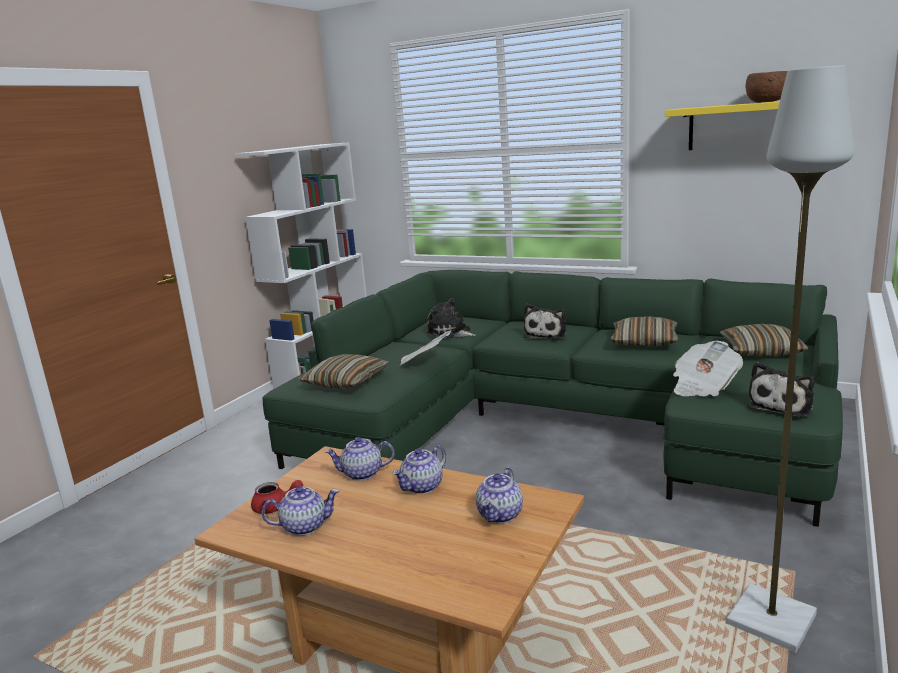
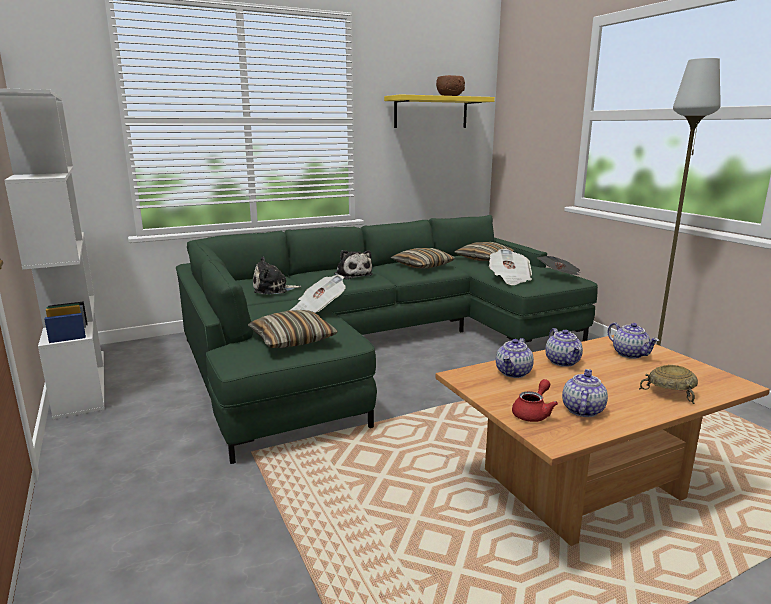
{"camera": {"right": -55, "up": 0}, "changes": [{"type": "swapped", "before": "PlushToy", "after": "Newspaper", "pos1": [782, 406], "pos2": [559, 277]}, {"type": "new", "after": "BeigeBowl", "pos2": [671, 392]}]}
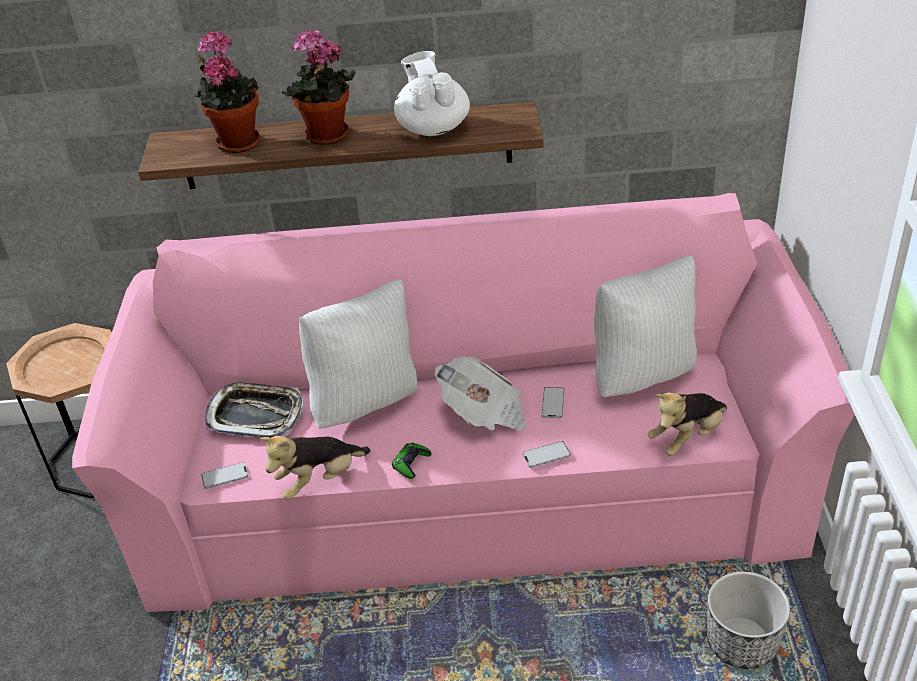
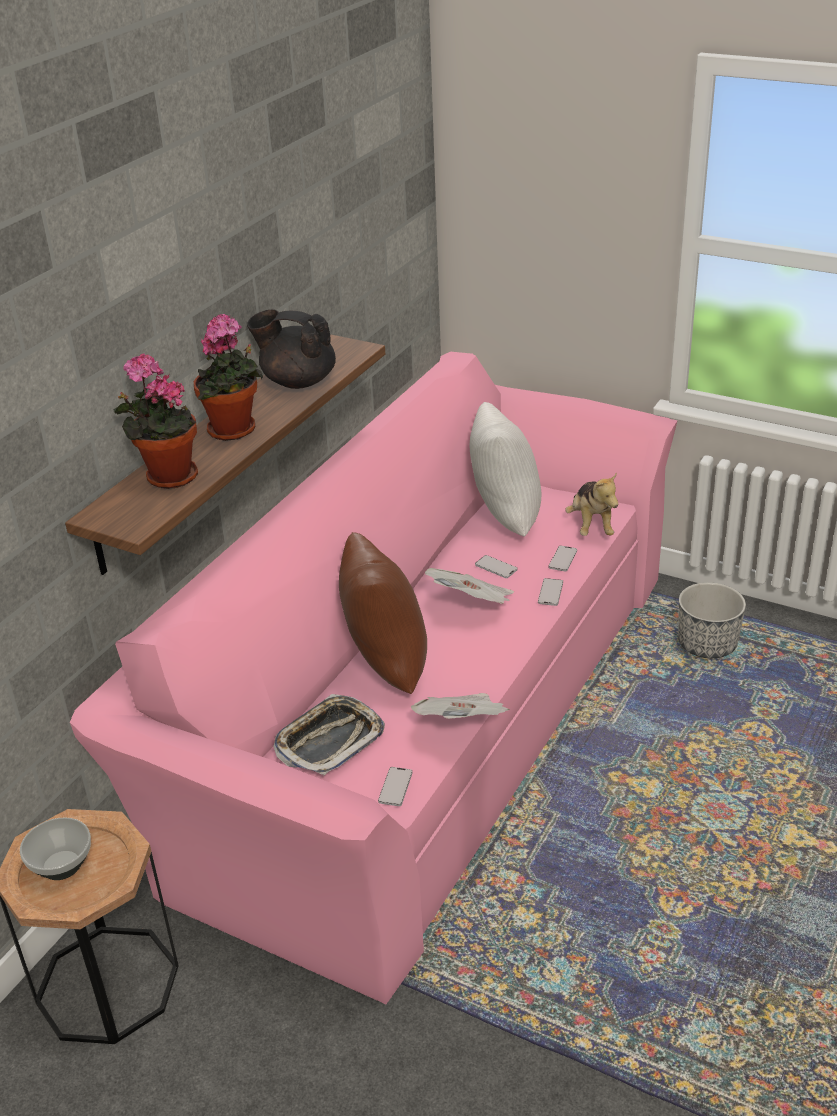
{"camera": {"right": -60, "up": -5}, "changes": [{"type": "swapped", "before": "PlushToy", "after": "Newspaper", "pos1": [319, 480], "pos2": [462, 725]}, {"type": "repainted", "before": "WhitePillow", "after": "BrownPillow", "pos1": [366, 401], "pos2": [384, 665]}, {"type": "gone", "before": "GreenGameController", "pos1": [411, 463]}, {"type": "repainted", "before": "WhiteTeapot", "after": "BlackTeapot", "pos1": [433, 128], "pos2": [297, 381]}, {"type": "new", "after": "Bowl", "pos2": [63, 865]}, {"type": "new", "after": "Phone", "pos2": [562, 559]}]}
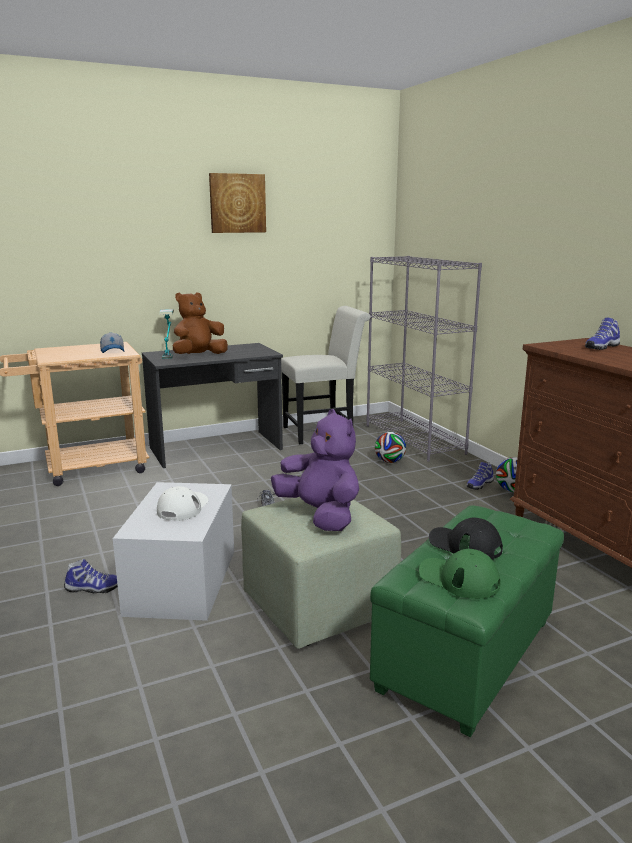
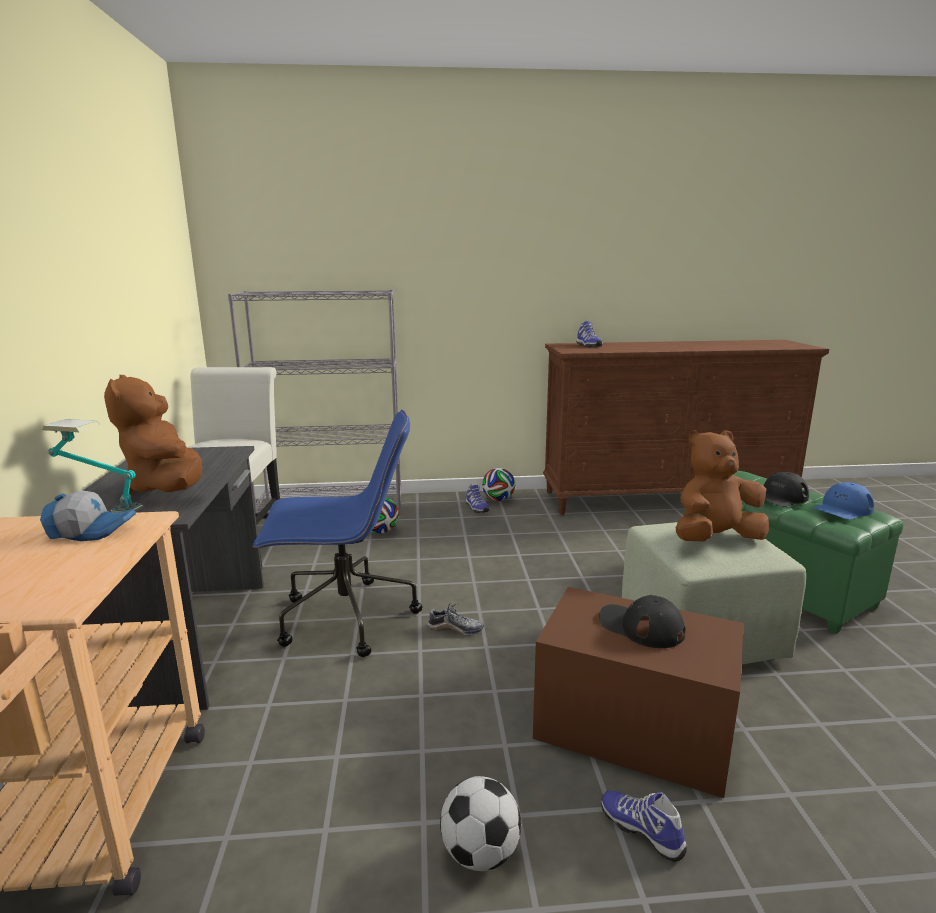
{"camera": {"right": -70, "up": 0}, "changes": [{"type": "rotated", "before": "Shoe", "pos1": [92, 589], "pos2": [643, 829], "turn": -60}, {"type": "repainted", "before": "WhiteStorageBox", "after": "BrownStorageBox", "pos1": [182, 581], "pos2": [634, 727]}, {"type": "repainted", "before": "WhiteCap", "after": "BlackCap", "pos1": [183, 507], "pos2": [640, 627]}, {"type": "gone", "before": "Picture", "pos1": [237, 203]}, {"type": "repainted", "before": "PurplePlushToy", "after": "BrownPlushToy", "pos1": [320, 515], "pos2": [715, 539]}, {"type": "repainted", "before": "GreenCap", "after": "BlueCap", "pos1": [458, 579], "pos2": [842, 509]}, {"type": "new", "after": "BlueOfficeChair", "pos2": [344, 618]}, {"type": "new", "after": "Football", "pos2": [479, 853]}]}
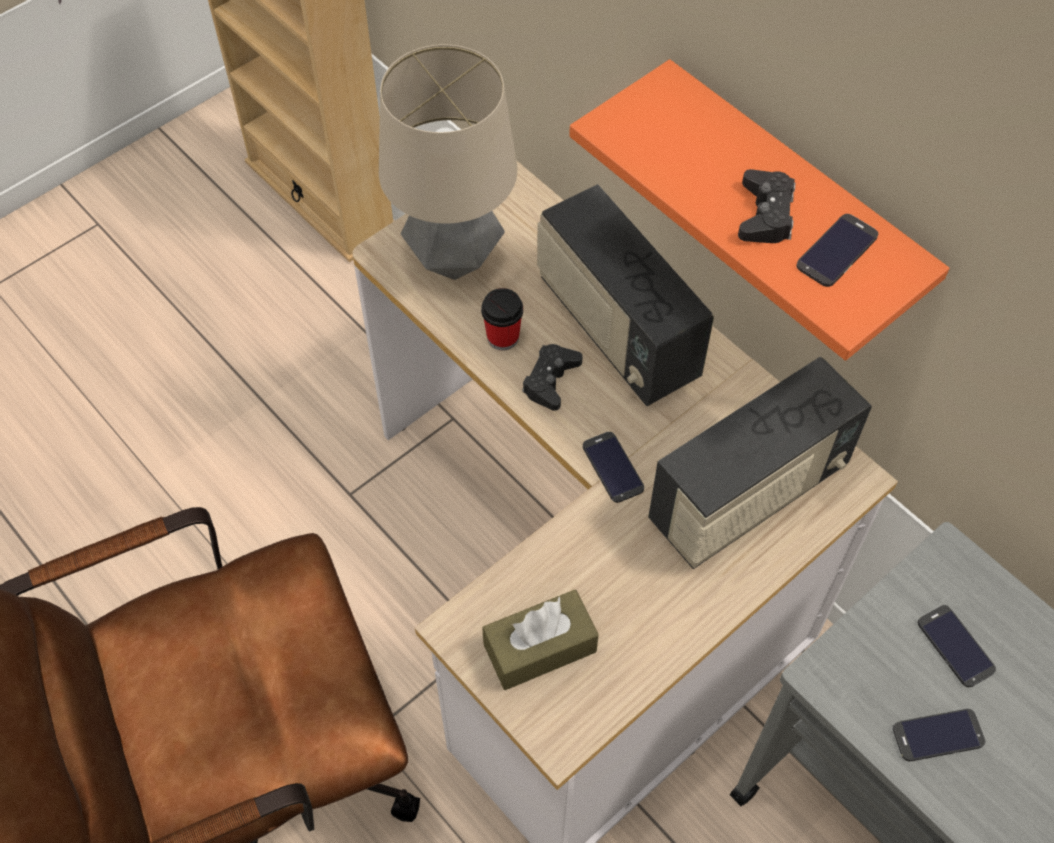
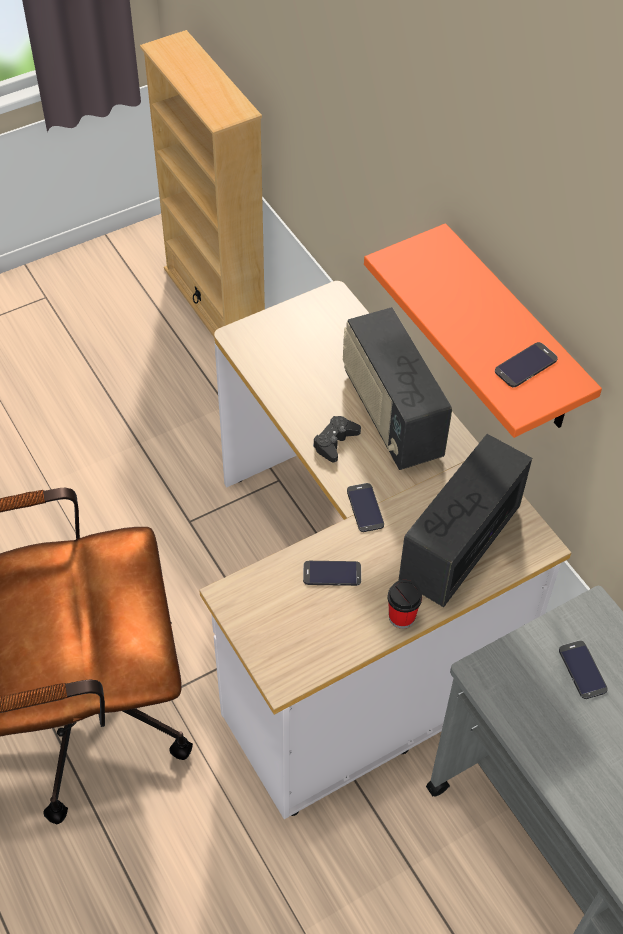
{"camera": {"right": 10, "up": -5}, "changes": [{"type": "gone", "before": "TableLamp", "pos1": [454, 258]}, {"type": "shifted", "before": "Cup", "pos1": [503, 337], "pos2": [401, 617]}, {"type": "gone", "before": "BrownTissueBox", "pos1": [540, 648]}, {"type": "rotated", "before": "Radio", "pos1": [749, 496], "pos2": [458, 544], "turn": 150}, {"type": "gone", "before": "BlackGameController", "pos1": [765, 214]}, {"type": "shifted", "before": "Phone", "pos1": [938, 735], "pos2": [332, 573]}]}
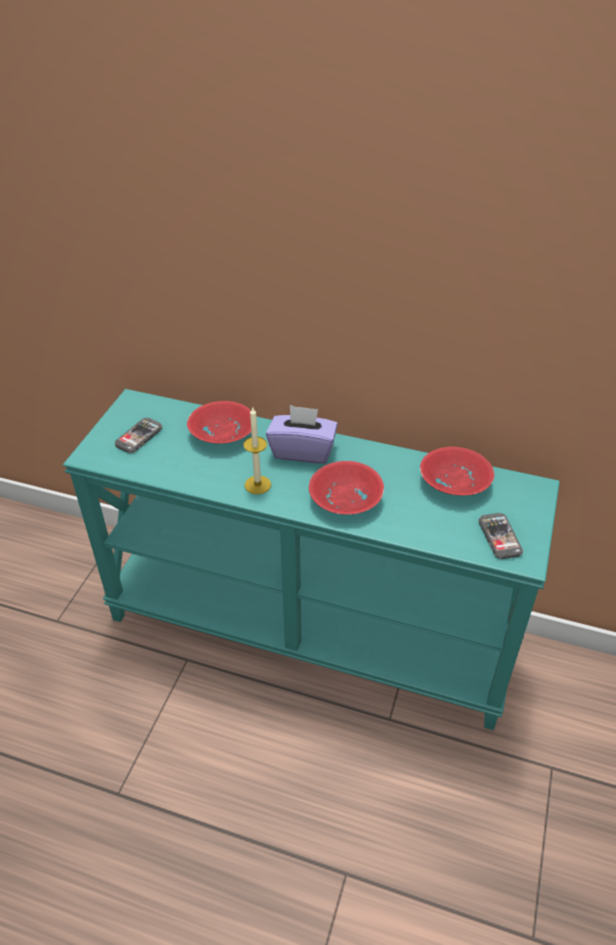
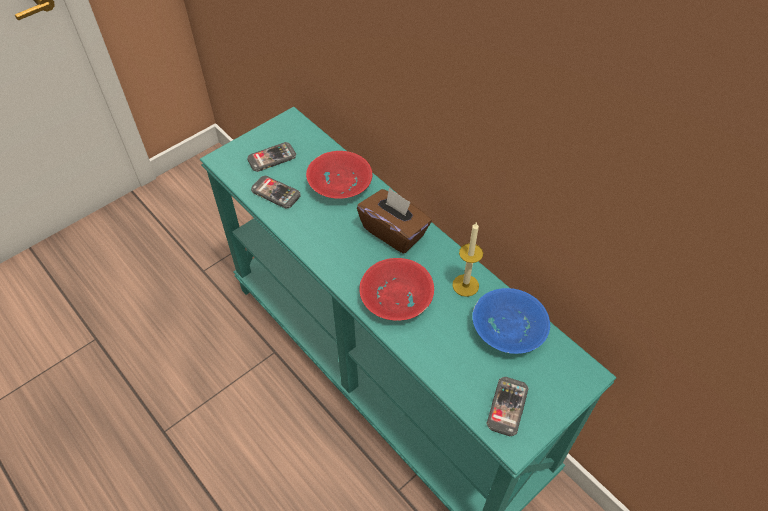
{"camera": {"right": 30, "up": 10}, "changes": [{"type": "shifted", "before": "Candle", "pos1": [257, 485], "pos2": [465, 285]}, {"type": "repainted", "before": "PurpleTissueBox", "after": "BrownTissueBox", "pos1": [302, 451], "pos2": [394, 232]}, {"type": "repainted", "before": "RedBowl", "after": "BlueBowl", "pos1": [452, 481], "pos2": [507, 327]}, {"type": "new", "after": "Phone", "pos2": [276, 193]}]}
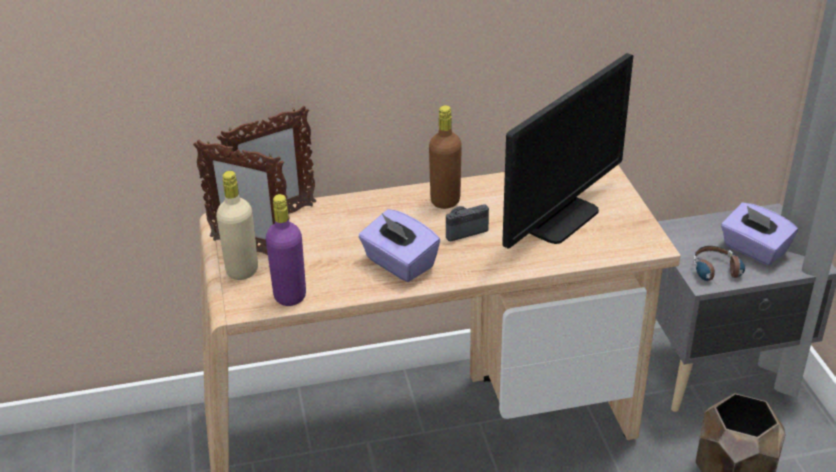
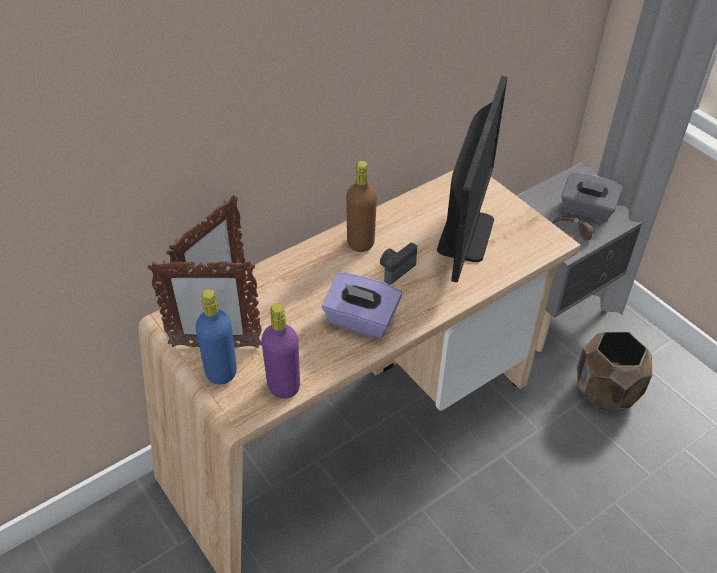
{"camera": {"right": -25, "up": 10}, "changes": [{"type": "repainted", "before": "BeigeBottle", "after": "BlueBottle", "pos1": [242, 271], "pos2": [221, 372]}, {"type": "repainted", "before": "PurpleTissueBox", "after": "GreyTissueBox", "pos1": [754, 250], "pos2": [586, 210]}]}
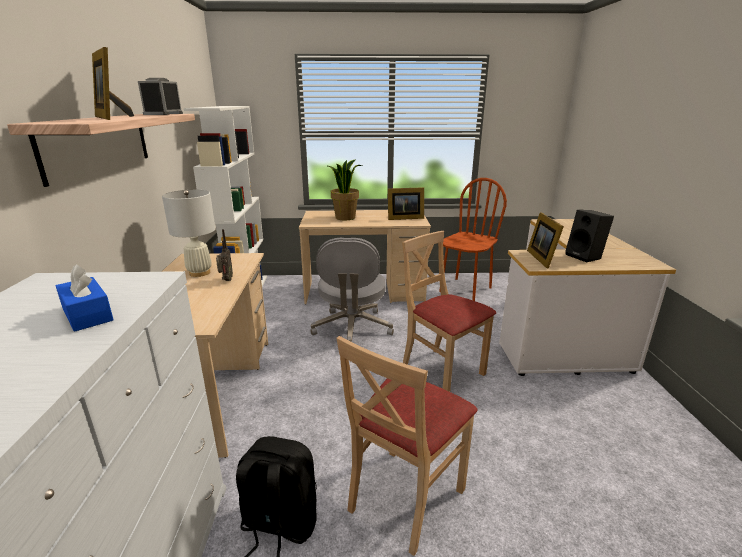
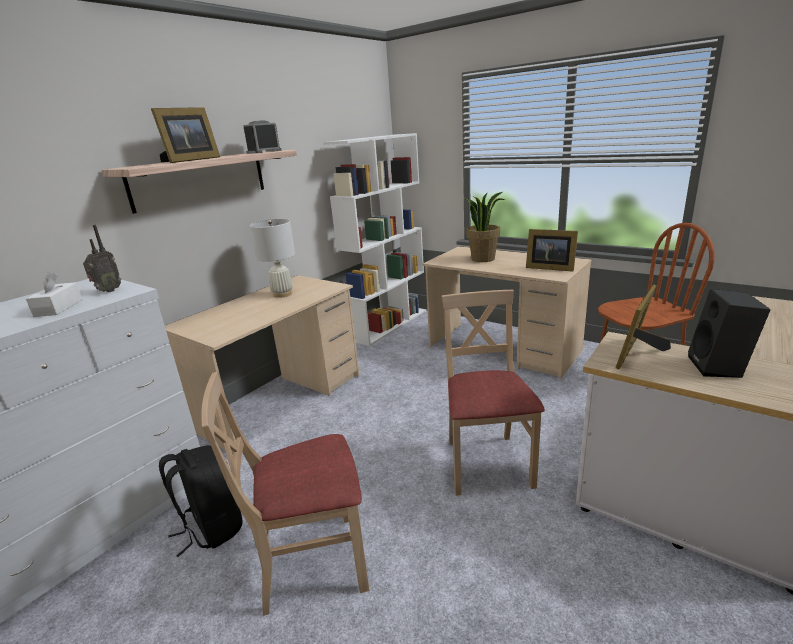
{"camera": {"right": 40, "up": 0}, "changes": [{"type": "repainted", "before": "BlueTissueBox", "after": "WhiteTissueBox", "pos1": [87, 314], "pos2": [58, 308]}, {"type": "rotated", "before": "PictureFrame", "pos1": [113, 118], "pos2": [189, 160], "turn": -150}, {"type": "shifted", "before": "Radio", "pos1": [226, 280], "pos2": [107, 291]}, {"type": "gone", "before": "GreyOfficeChair", "pos1": [352, 329]}]}
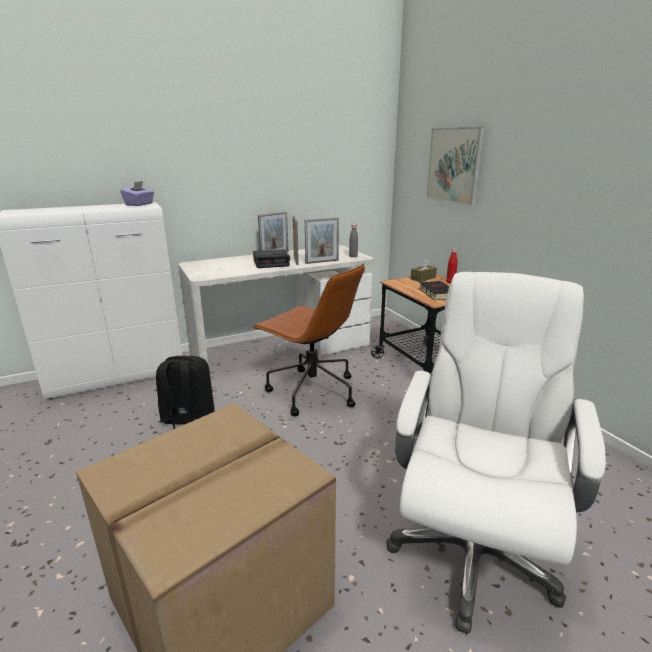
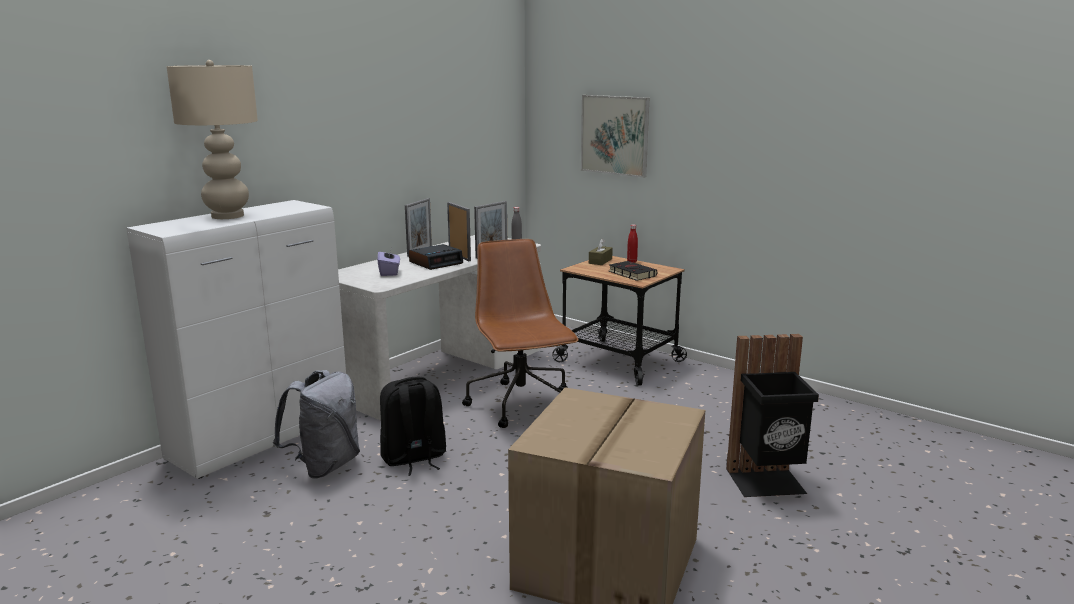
{"camera": {"right": -25, "up": -5}, "changes": [{"type": "shifted", "before": "PurpleTissueBox", "pos1": [139, 204], "pos2": [389, 272]}, {"type": "rotated", "before": "BrownOfficeChair", "pos1": [311, 391], "pos2": [521, 405], "turn": -120}, {"type": "swapped", "before": "WhiteOfficeChair", "after": "BlackTrashCan", "pos1": [471, 551], "pos2": [767, 483]}, {"type": "new", "after": "BeigeTableLamp", "pos2": [227, 216]}, {"type": "new", "after": "GreyBackpack", "pos2": [325, 466]}]}
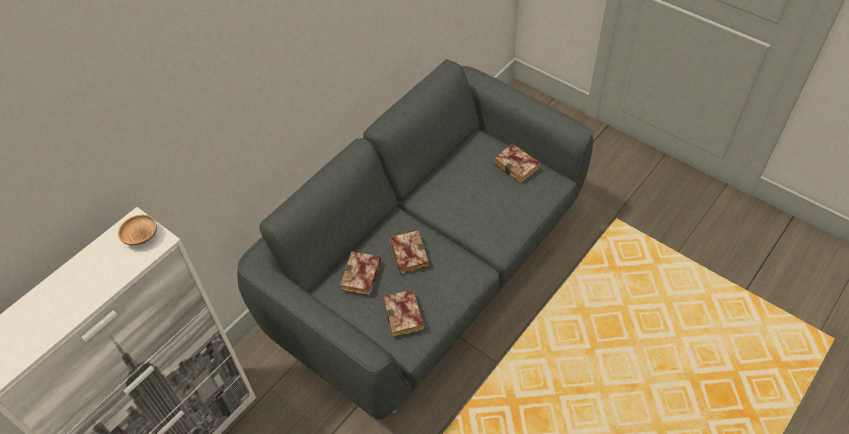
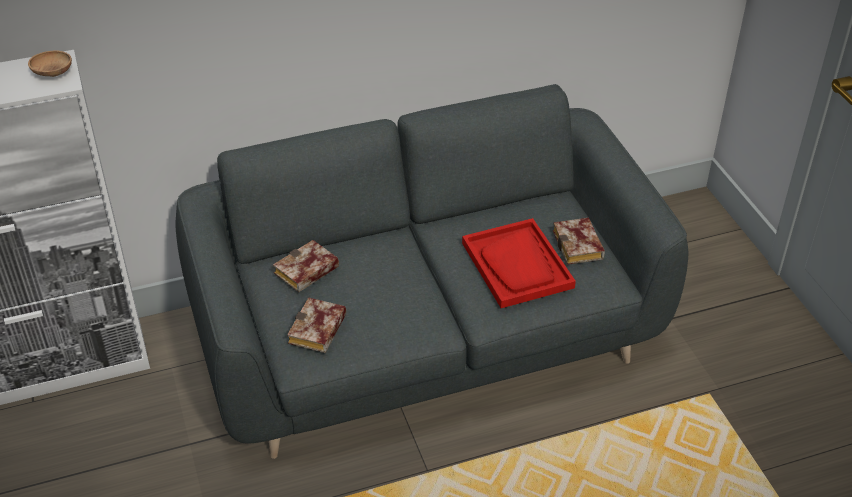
{"camera": {"right": 30, "up": -10}, "changes": [{"type": "gone", "before": "Book", "pos1": [407, 254]}, {"type": "new", "after": "RedTray", "pos2": [517, 265]}]}
